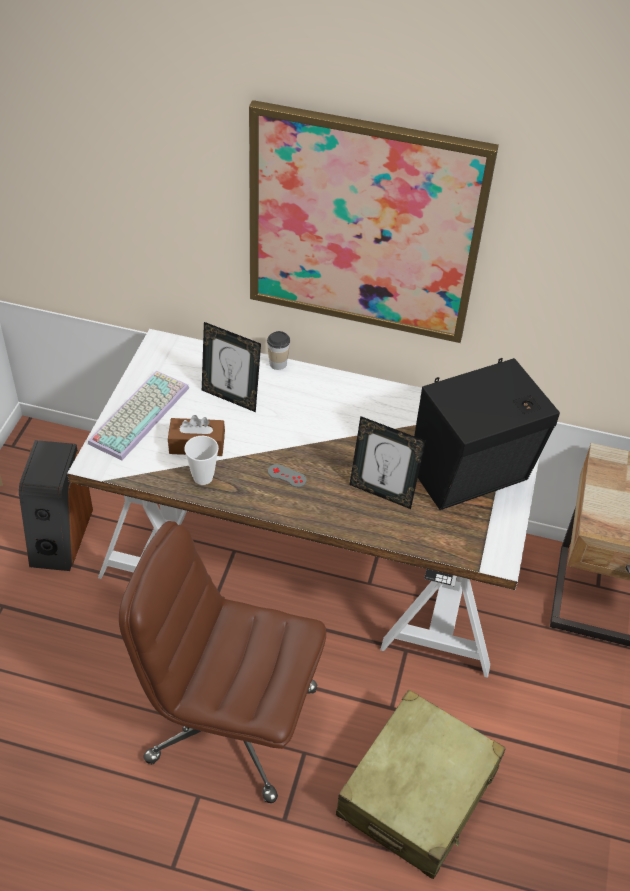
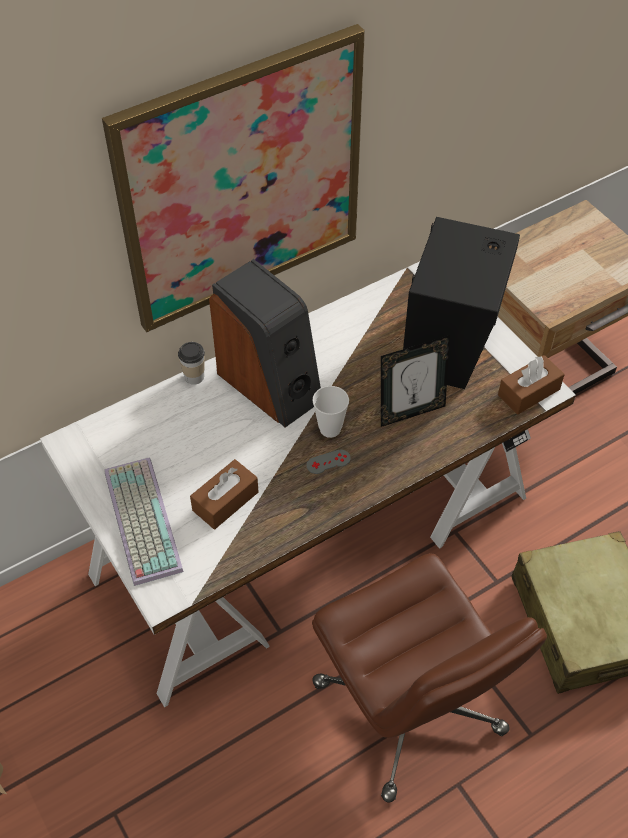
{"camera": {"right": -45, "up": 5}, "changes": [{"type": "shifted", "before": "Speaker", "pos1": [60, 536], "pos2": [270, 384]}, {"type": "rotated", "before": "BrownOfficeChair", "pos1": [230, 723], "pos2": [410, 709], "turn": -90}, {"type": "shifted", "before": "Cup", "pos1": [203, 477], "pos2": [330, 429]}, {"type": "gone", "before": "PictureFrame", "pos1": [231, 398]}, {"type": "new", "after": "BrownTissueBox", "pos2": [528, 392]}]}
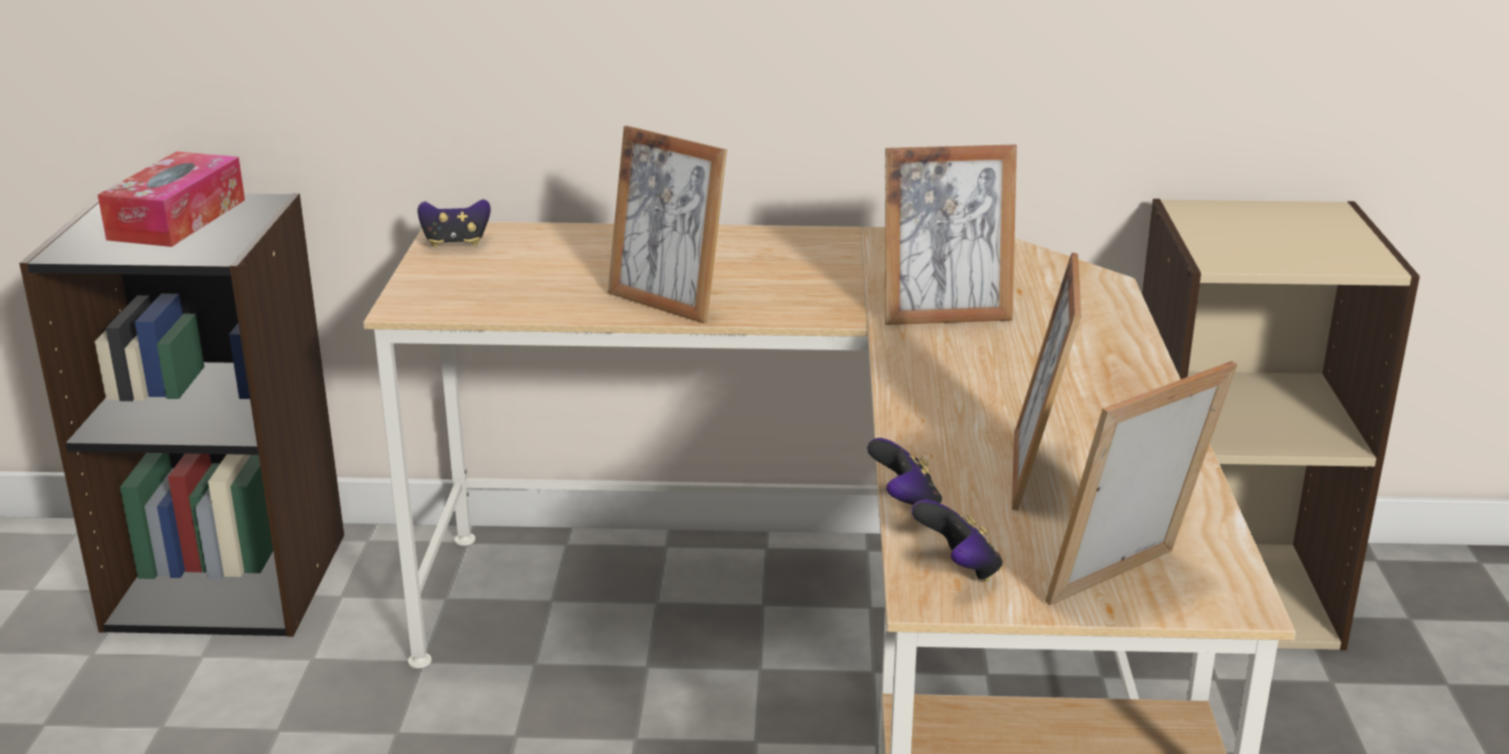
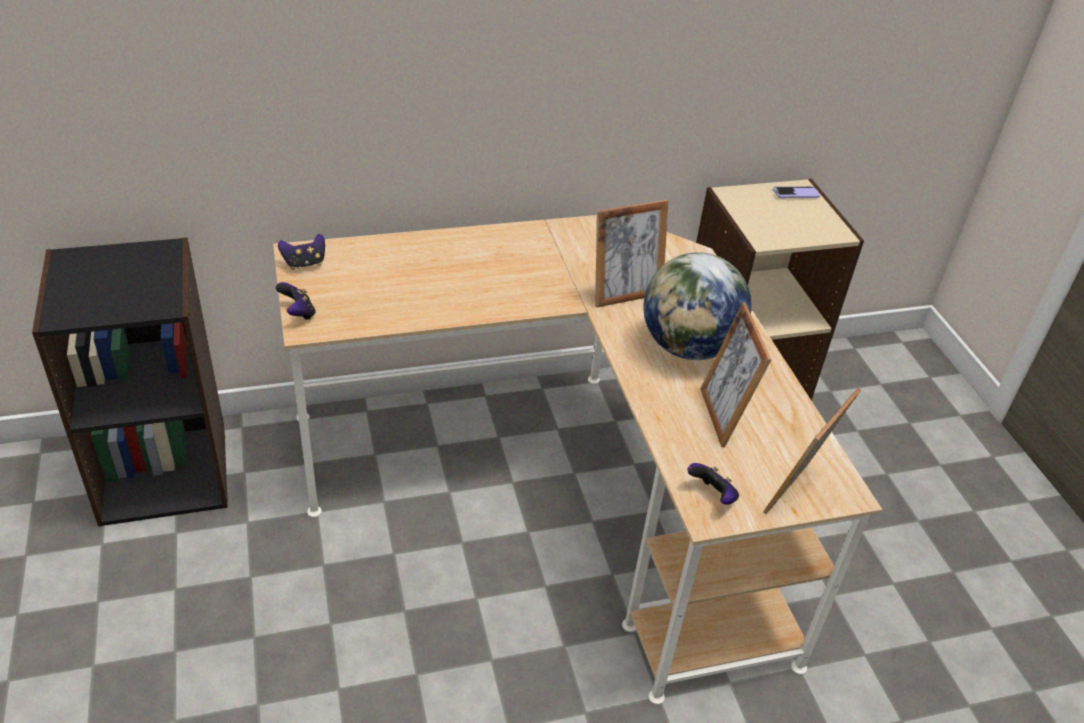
{"camera": {"right": -20, "up": 15}, "changes": [{"type": "gone", "before": "TissueBox", "pos1": [177, 219]}, {"type": "gone", "before": "PictureFrame", "pos1": [667, 303]}, {"type": "shifted", "before": "GameController", "pos1": [905, 505], "pos2": [298, 313]}, {"type": "new", "after": "Globe", "pos2": [688, 347]}, {"type": "new", "after": "Phone", "pos2": [795, 194]}]}
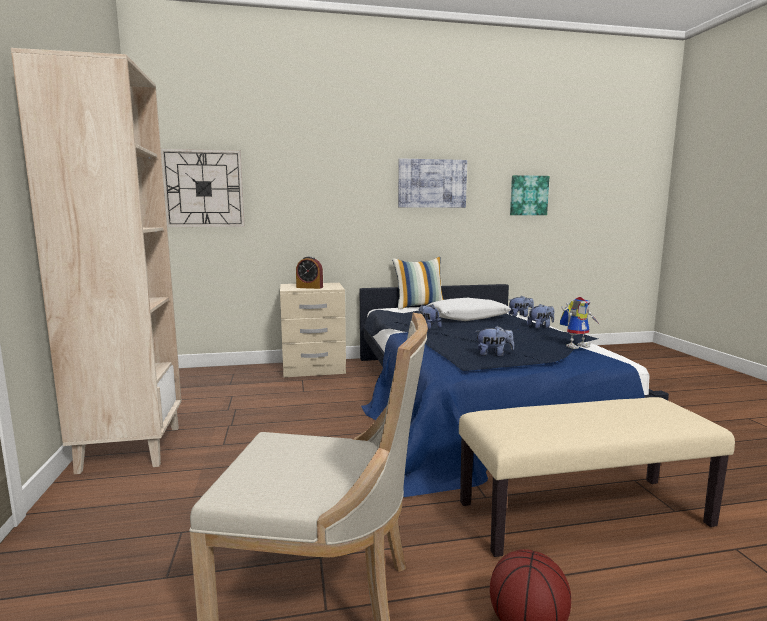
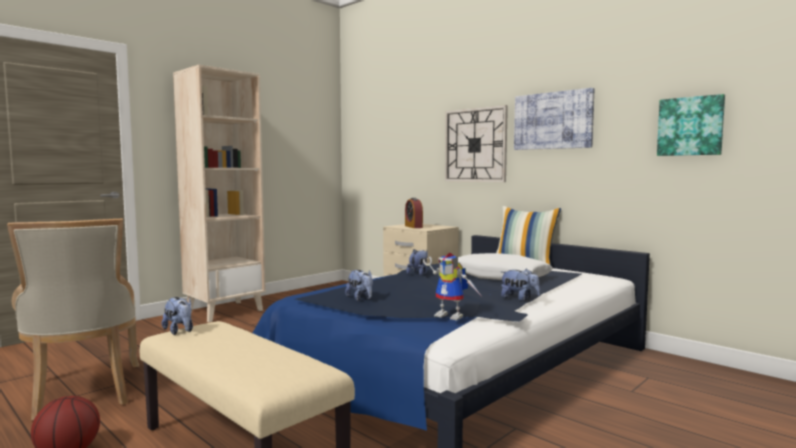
{"camera": {"right": 55, "up": -5}, "changes": [{"type": "shifted", "before": "WallClock", "pos1": [203, 189], "pos2": [475, 145]}, {"type": "shifted", "before": "PlushToy", "pos1": [520, 316], "pos2": [179, 331]}]}
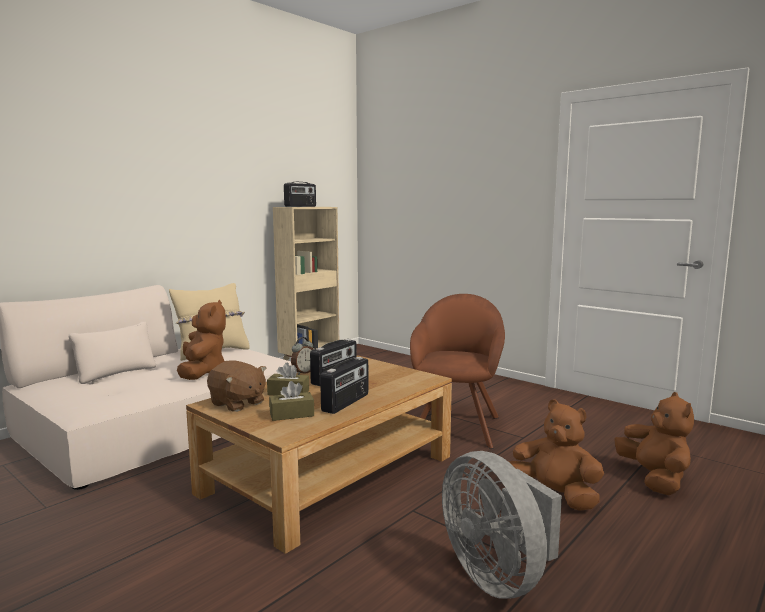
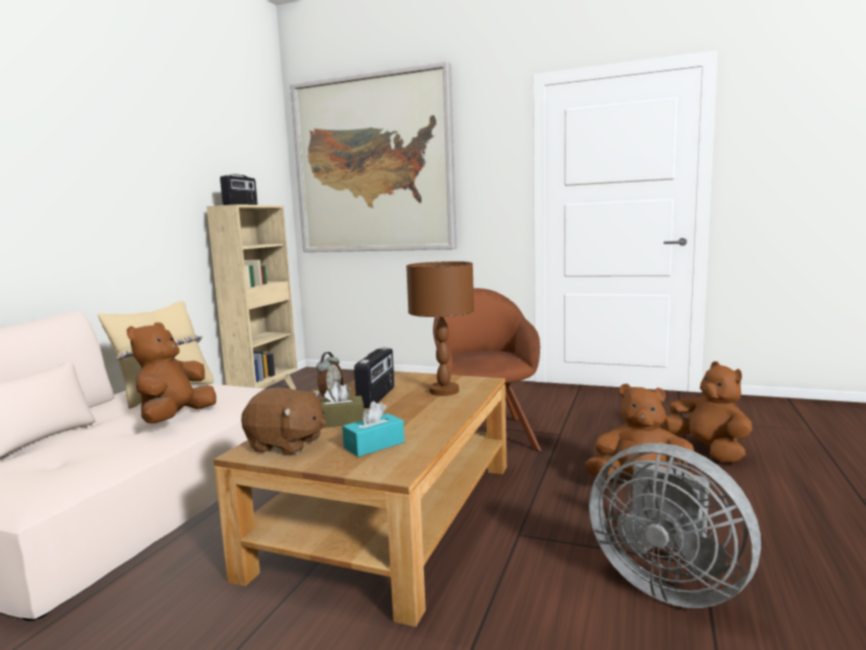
{"camera": {"right": -20, "up": 0}, "changes": [{"type": "rotated", "before": "BrownPlushToy", "pos1": [202, 372], "pos2": [175, 418], "turn": -135}, {"type": "repainted", "before": "BrownTissueBox", "after": "TurquoiseTissueBox", "pos1": [291, 414], "pos2": [374, 445]}, {"type": "gone", "before": "Radio", "pos1": [346, 403]}, {"type": "new", "after": "Picture", "pos2": [374, 165]}, {"type": "new", "after": "BrownTableLamp", "pos2": [444, 391]}]}
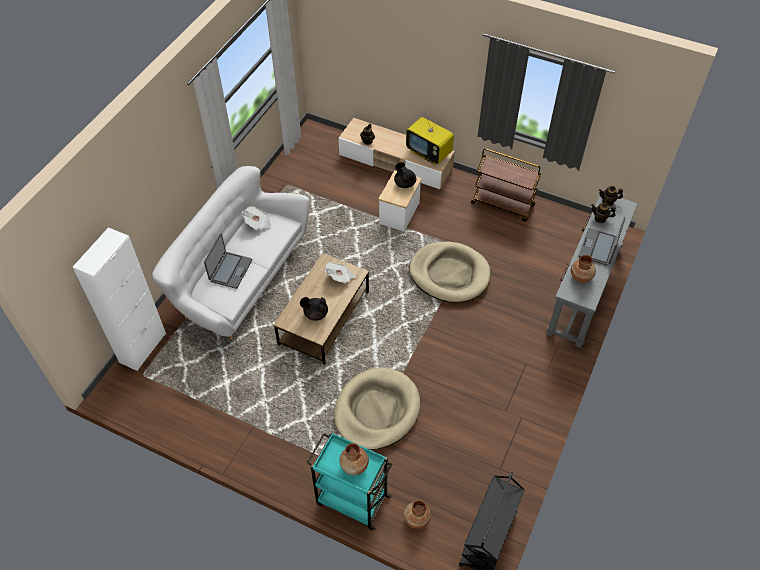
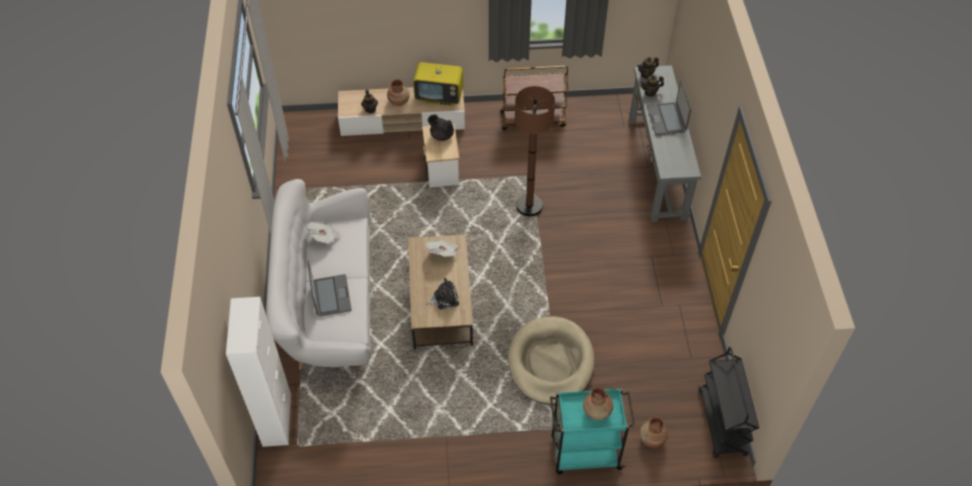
{"camera": {"right": -30, "up": 0}, "changes": [{"type": "swapped", "before": "BlackTeapot", "after": "PlushToy", "pos1": [315, 314], "pos2": [444, 298]}, {"type": "swapped", "before": "BeigeDogBed", "after": "BrownFloorLamp", "pos1": [449, 274], "pos2": [529, 206]}, {"type": "shifted", "before": "BrownVase", "pos1": [581, 276], "pos2": [399, 101]}]}
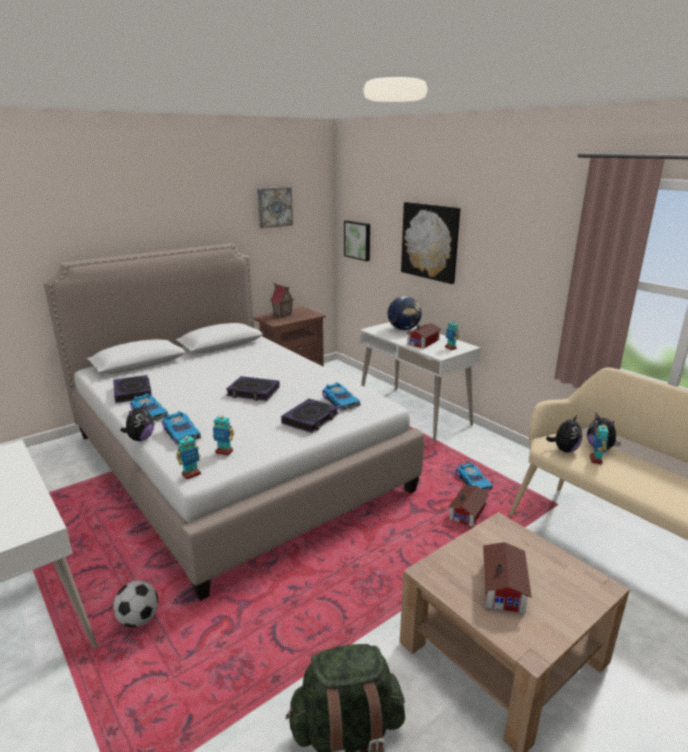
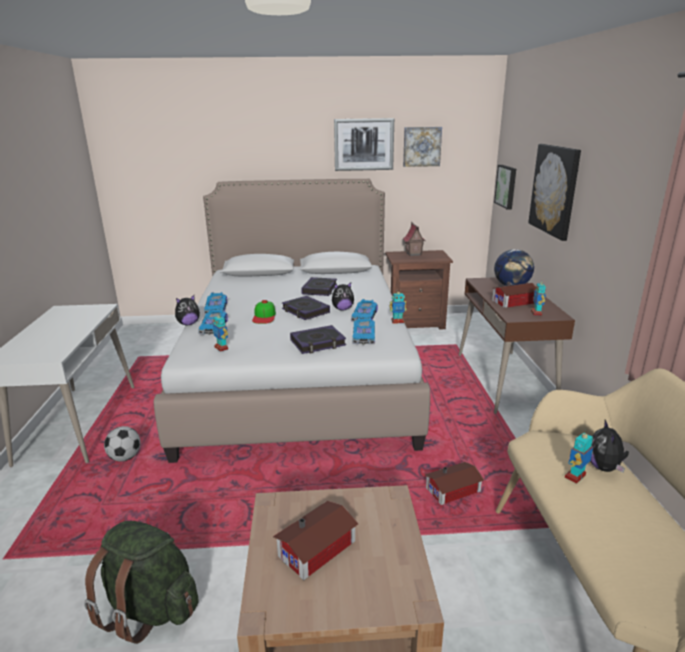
{"camera": {"right": 35, "up": 0}, "changes": [{"type": "shifted", "before": "Book", "pos1": [133, 392], "pos2": [320, 289]}, {"type": "shifted", "before": "ToyRobot", "pos1": [191, 474], "pos2": [397, 321]}, {"type": "repainted", "before": "WhiteDesk", "after": "BrownDesk", "pos1": [413, 413], "pos2": [504, 380]}, {"type": "shifted", "before": "ToyCar", "pos1": [474, 482], "pos2": [365, 316]}, {"type": "shifted", "before": "PlushToy", "pos1": [564, 450], "pos2": [342, 309]}, {"type": "new", "after": "Cap", "pos2": [264, 316]}, {"type": "new", "after": "Picture", "pos2": [364, 144]}]}
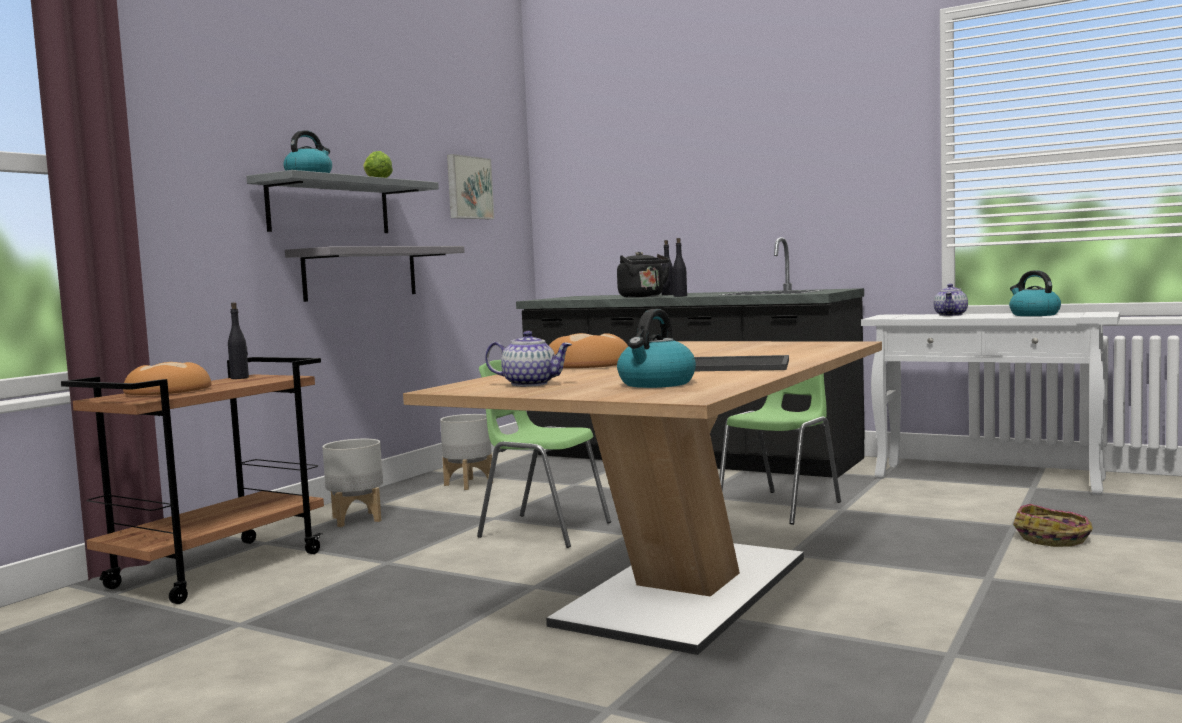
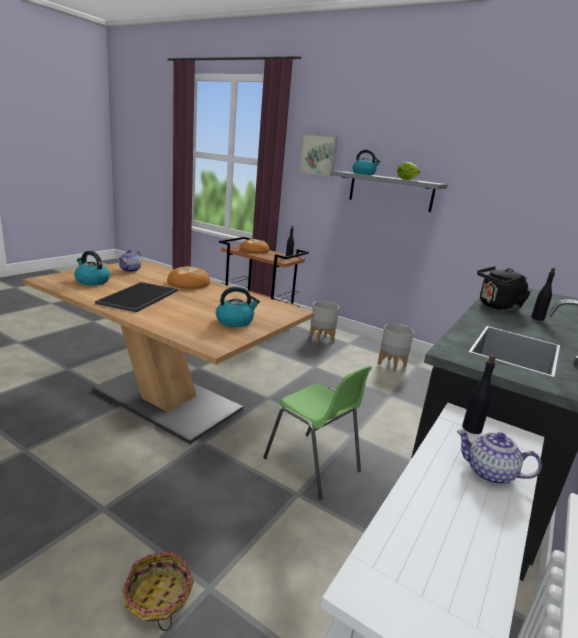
{"camera": {"right": 90, "up": 15}, "changes": [{"type": "gone", "before": "GreyShelf", "pos1": [361, 273]}, {"type": "shifted", "before": "Picture", "pos1": [468, 188], "pos2": [318, 155]}, {"type": "gone", "before": "GreenChair", "pos1": [543, 530]}, {"type": "shifted", "before": "BlackBottle", "pos1": [680, 296], "pos2": [471, 428]}, {"type": "shifted", "before": "Kettle", "pos1": [1033, 315], "pos2": [235, 321]}]}
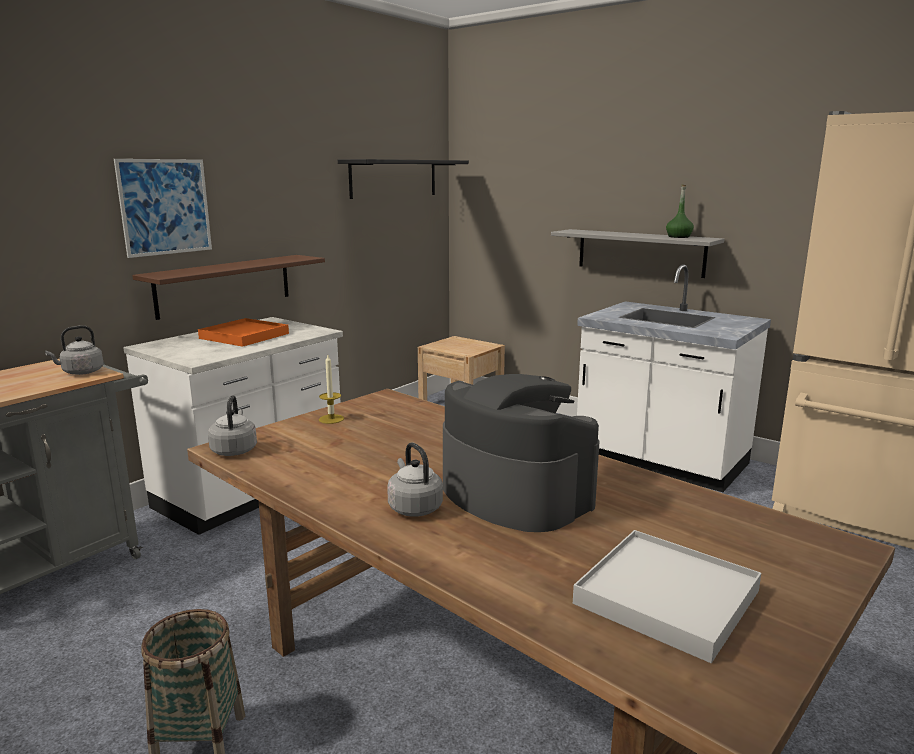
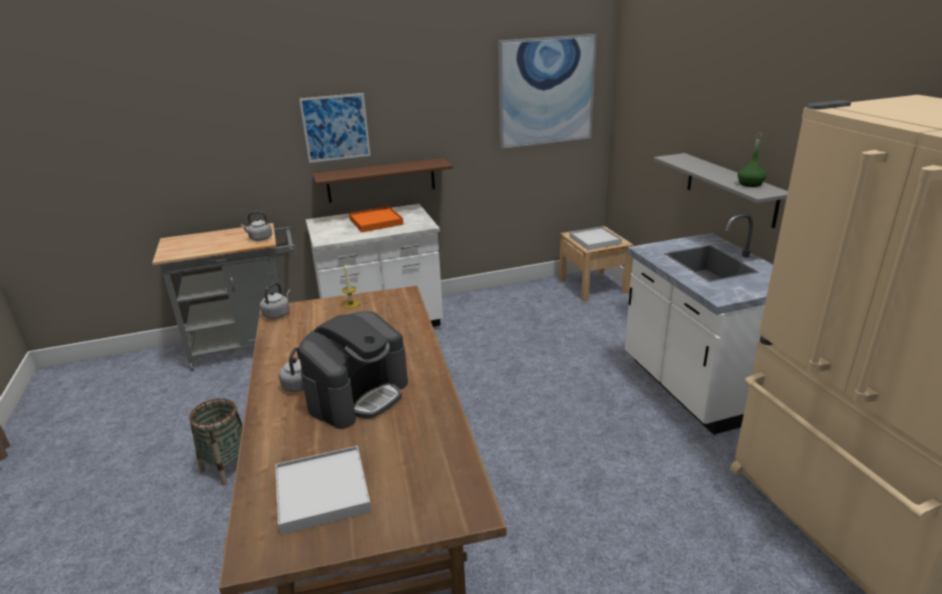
{"camera": {"right": 35, "up": 10}, "changes": [{"type": "swapped", "before": "BlackShelf", "after": "Picture", "pos1": [394, 178], "pos2": [546, 91]}, {"type": "rotated", "before": "CoffeeMachine", "pos1": [514, 494], "pos2": [358, 394], "turn": 45}, {"type": "new", "after": "WhiteTray", "pos2": [594, 240]}]}
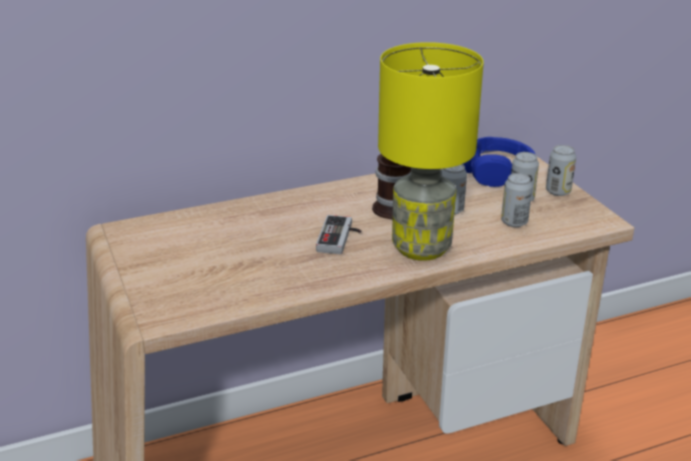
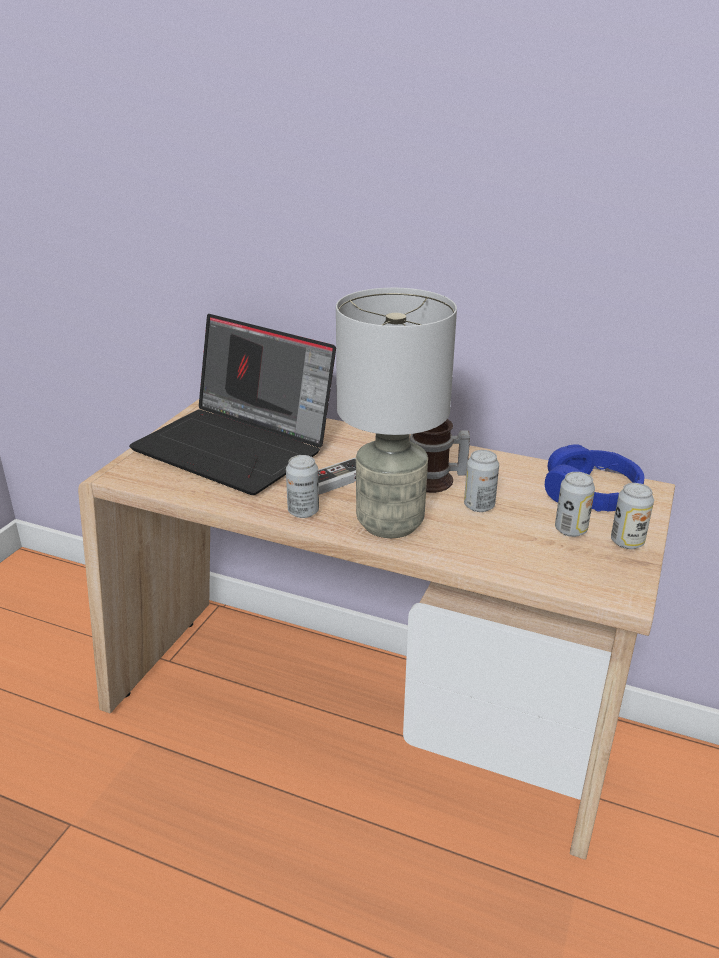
{"camera": {"right": 45, "up": 0}, "changes": [{"type": "repainted", "before": "YellowTableLamp", "after": "GreyTableLamp", "pos1": [420, 247], "pos2": [390, 522]}, {"type": "shifted", "before": "Can", "pos1": [514, 222], "pos2": [303, 511]}, {"type": "new", "after": "Laptop", "pos2": [238, 447]}]}
